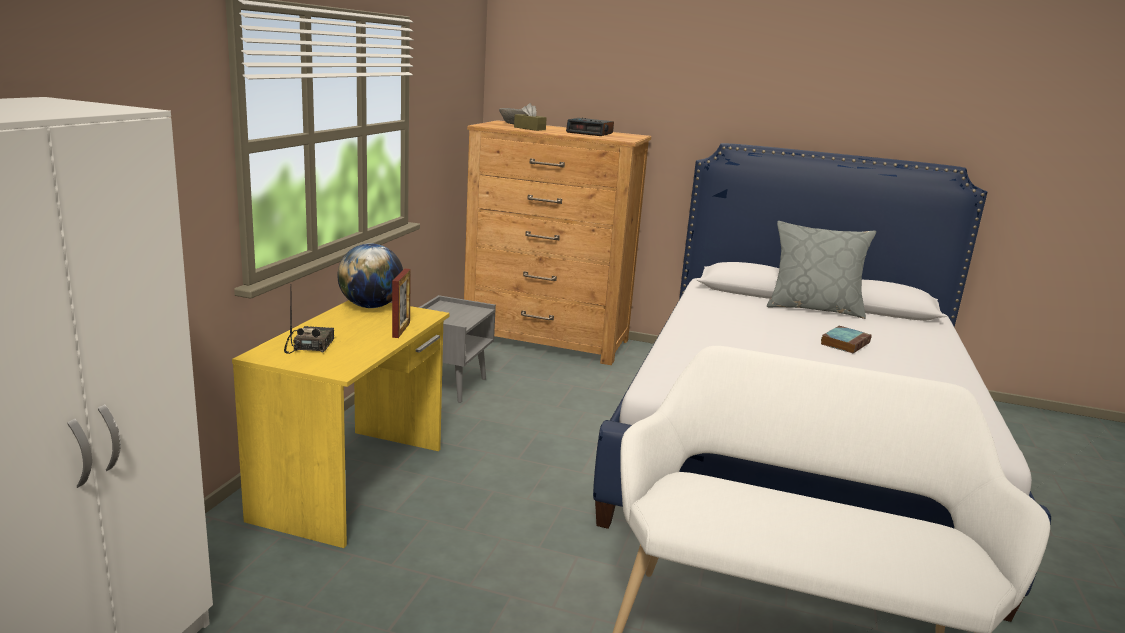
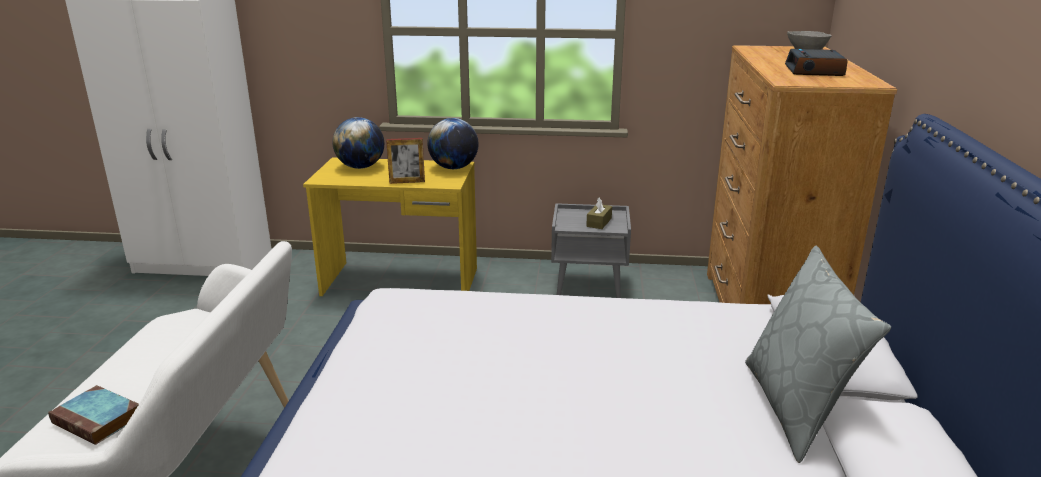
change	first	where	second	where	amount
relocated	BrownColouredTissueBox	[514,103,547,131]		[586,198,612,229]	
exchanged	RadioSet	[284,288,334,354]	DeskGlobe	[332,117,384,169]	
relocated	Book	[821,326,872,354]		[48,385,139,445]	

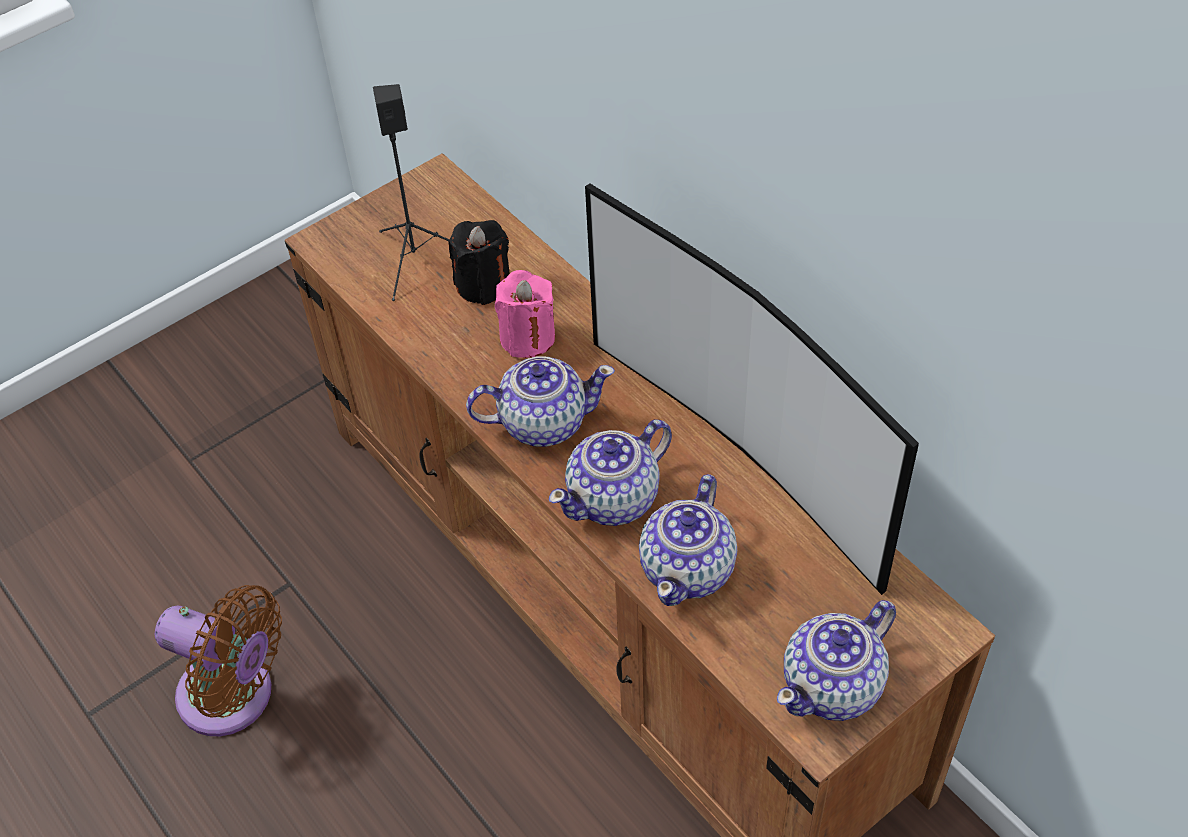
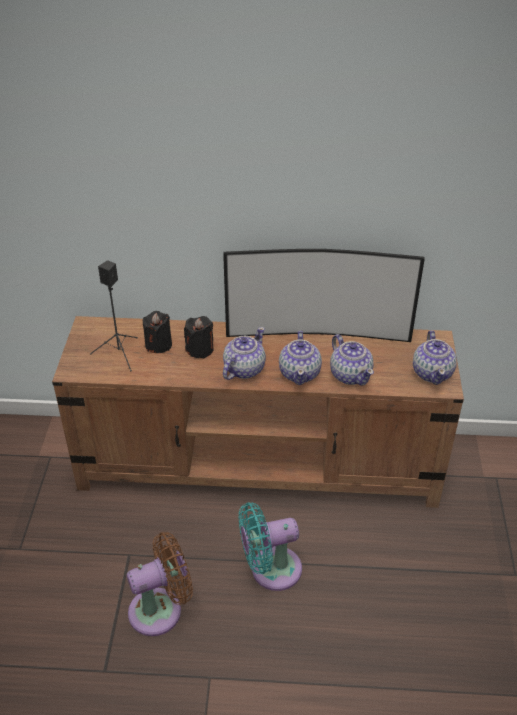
change	first	where	second	where	amount
colour	PinkWaxCandle	[495,270,555,358]	BlackColouredWaxCandle	[184,316,214,358]	
appeared			TurquoiseFan	[238,502,302,591]	

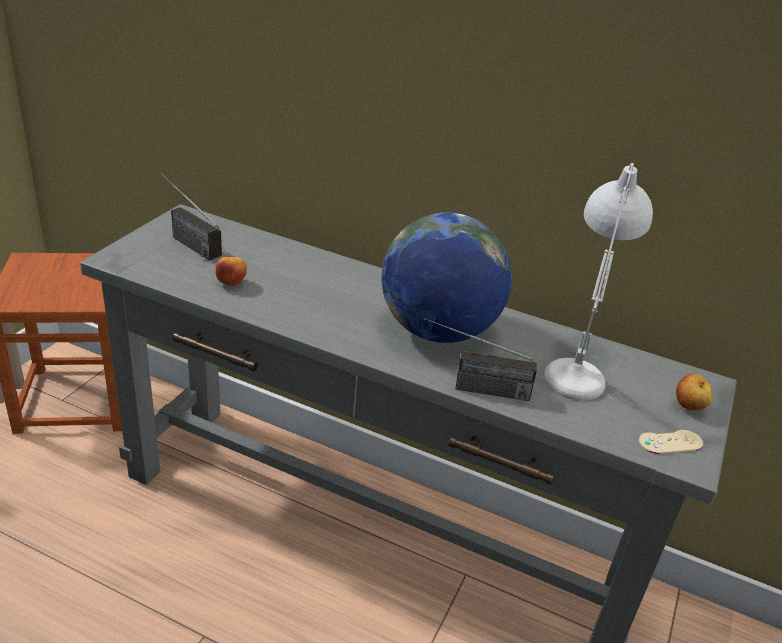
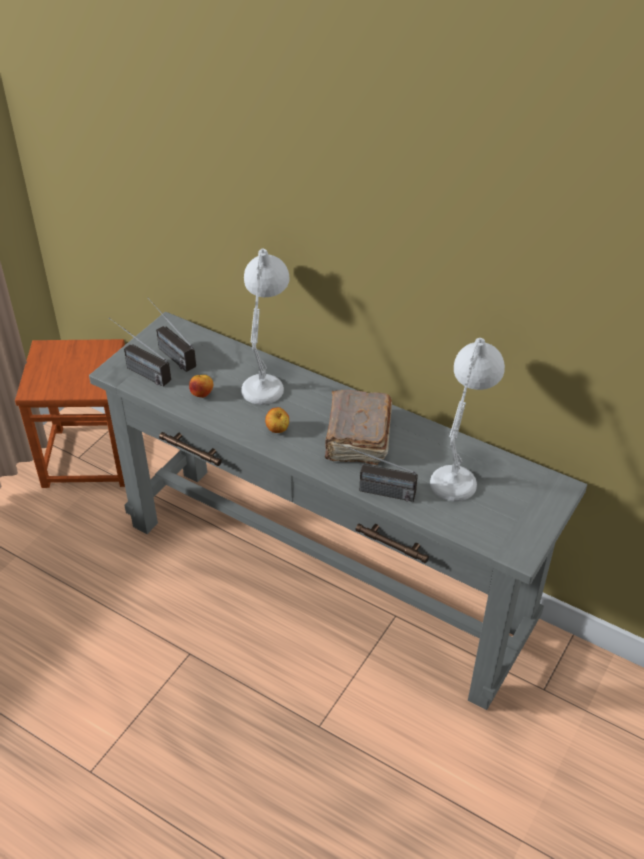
change	first	where	second	where	amount
exchanged	DeskGlobe	[382,213,512,343]	BrownColouredBook	[325,390,392,465]	
relocated	WholeApple	[676,374,713,410]		[265,407,289,433]	
missing	SandColouredJoypad	[639,430,703,454]			
appeared			WhiteTabletopLamp	[241,248,290,405]	
appeared			RadioSet	[109,318,171,387]	

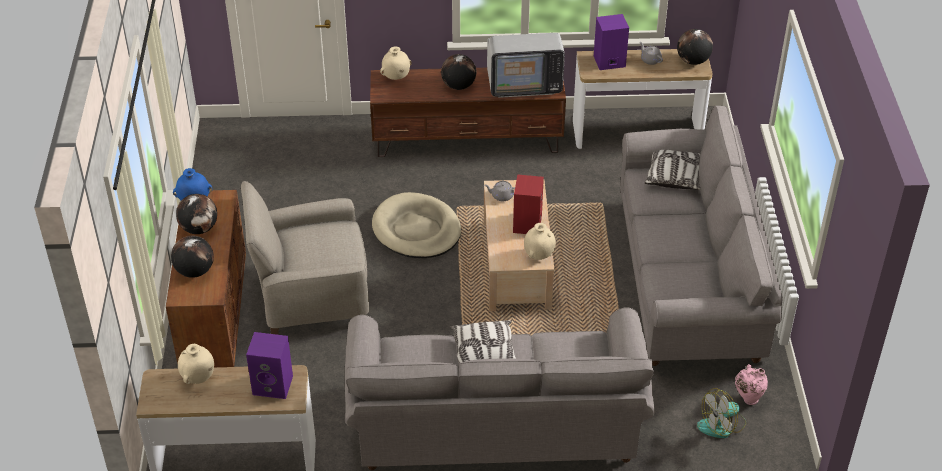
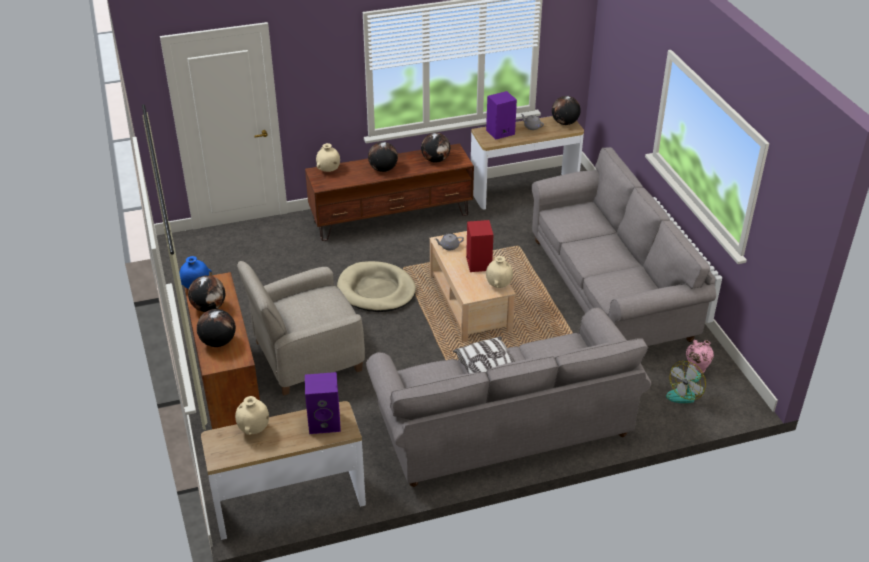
change	first	where	second	where	amount
exchanged	Television	[487,33,565,98]	DeskGlobe	[421,133,450,163]	
missing	Cushion	[644,150,701,190]			

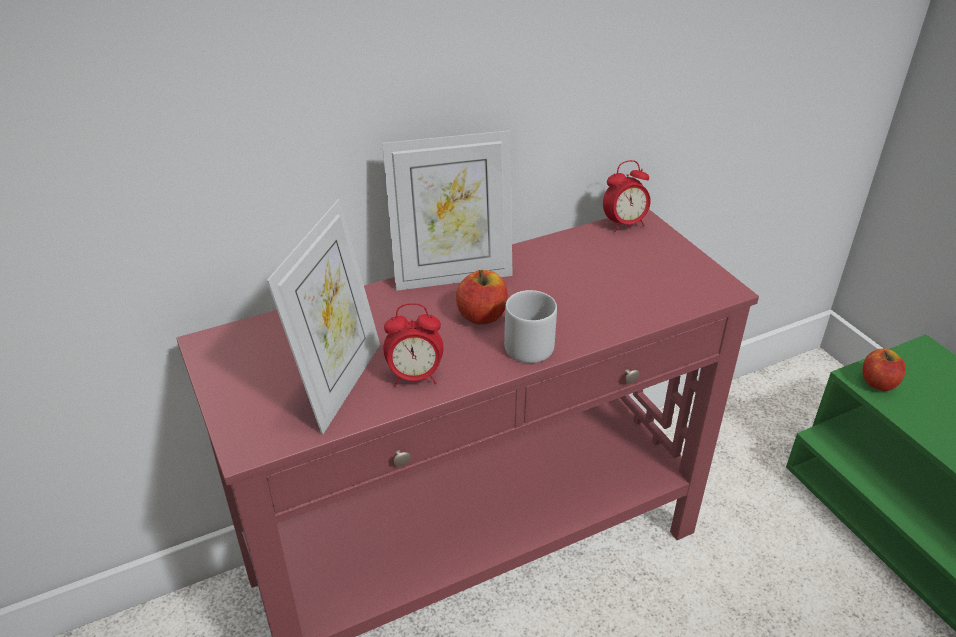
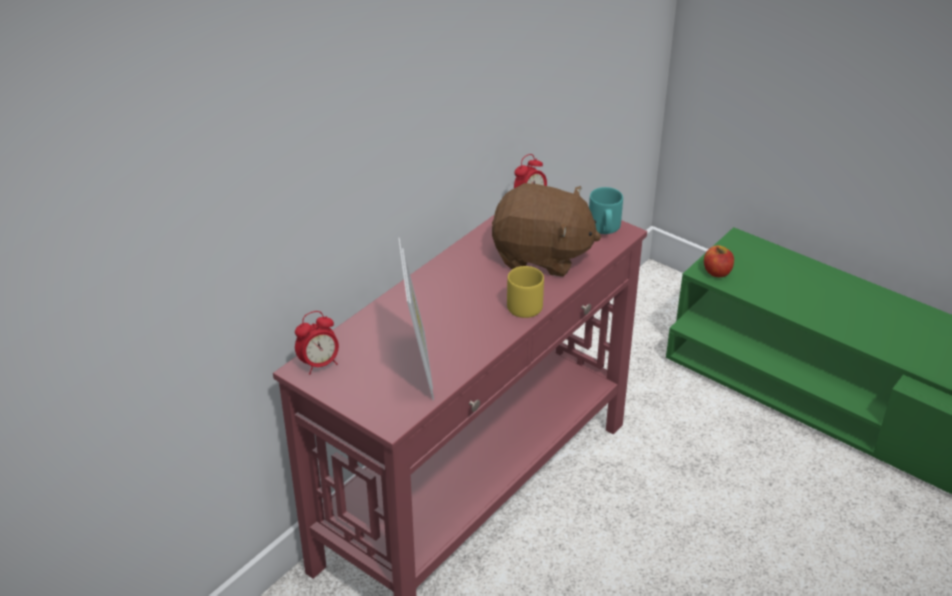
change	first	where	second	where	amount
missing	PhotoFrame	[382,130,513,291]			
missing	WholeApple	[456,270,508,325]			
colour	GrayMug	[504,290,557,363]	YellowMug	[507,266,544,318]	
relocated	BedsideClock	[383,303,443,387]		[295,311,339,374]	
appeared			BrownColouredPlushToy	[492,183,601,277]	
appeared			TurquoiseMug	[589,187,623,234]	

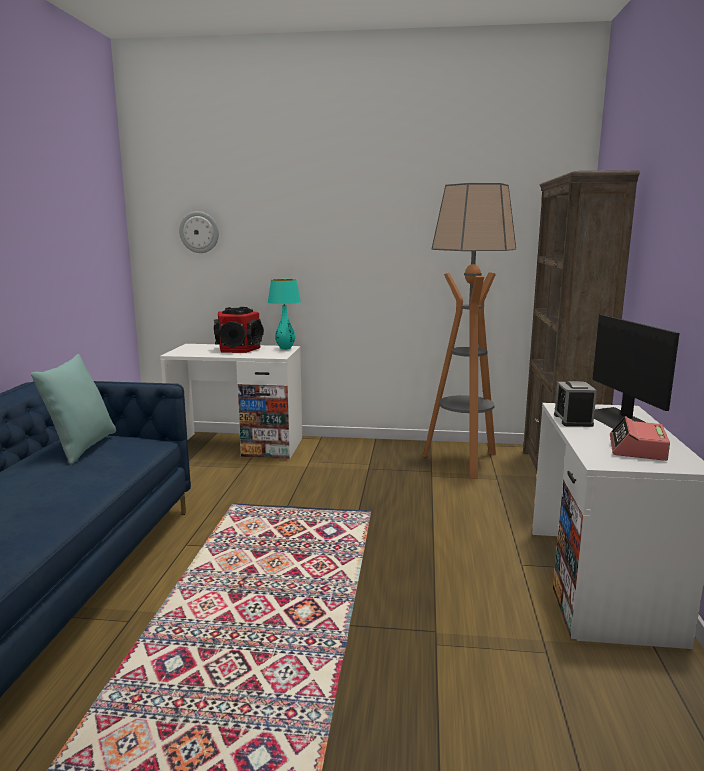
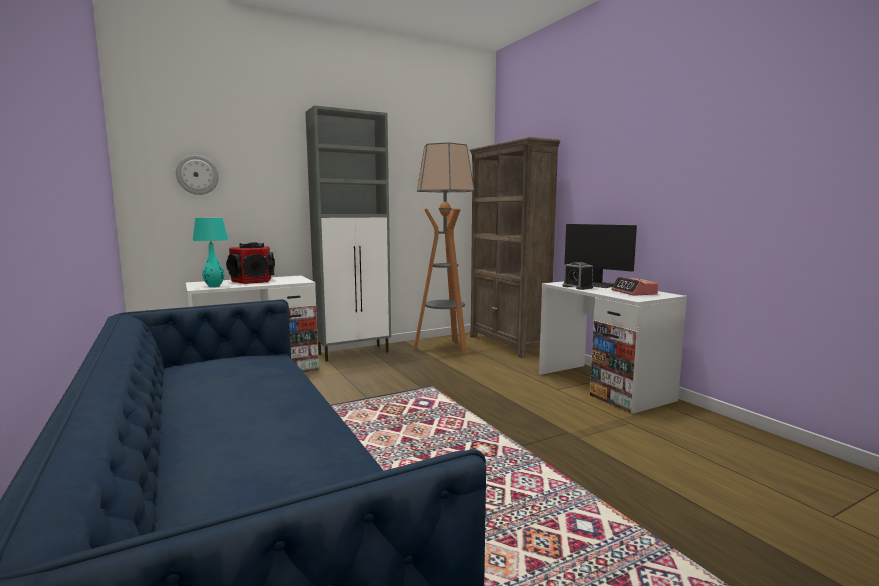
change	first	where	second	where	amount
relocated	TurquoiseTabletopLamp	[268,279,301,350]		[192,218,229,287]	
missing	TurquoiseCushion	[31,354,116,465]			
appeared			GrayStorageCabinet	[305,105,391,361]	

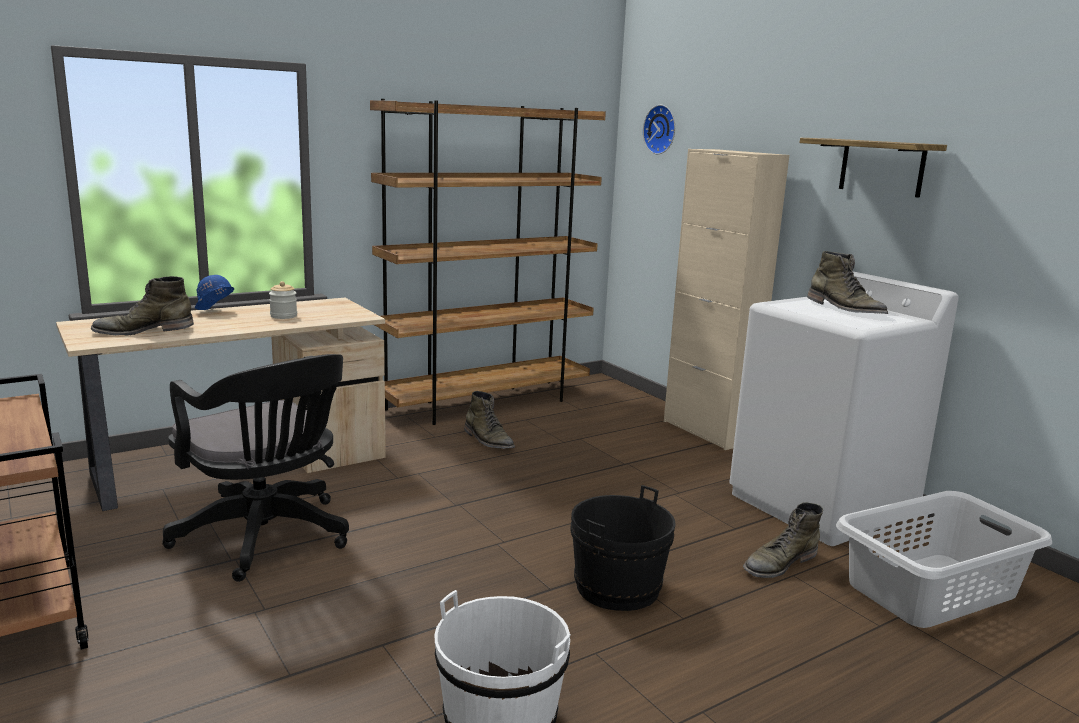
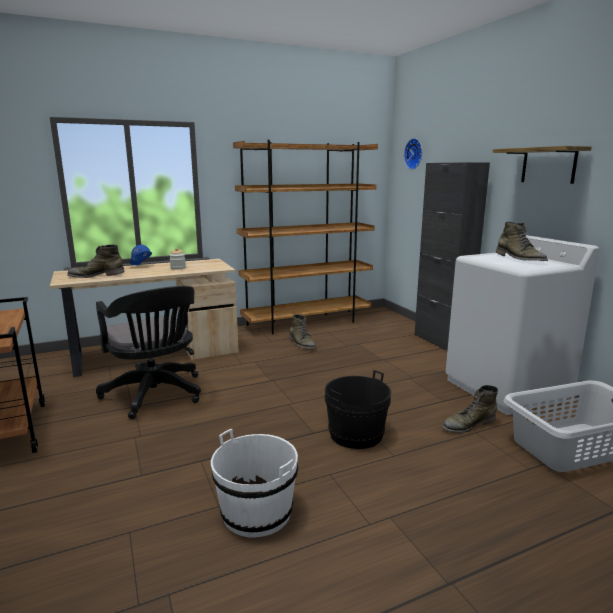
change	first	where	second	where	amount
colour	SandColouredStorageCabinet	[664,149,789,450]	BlackColouredStorageCabinet	[414,162,490,350]	

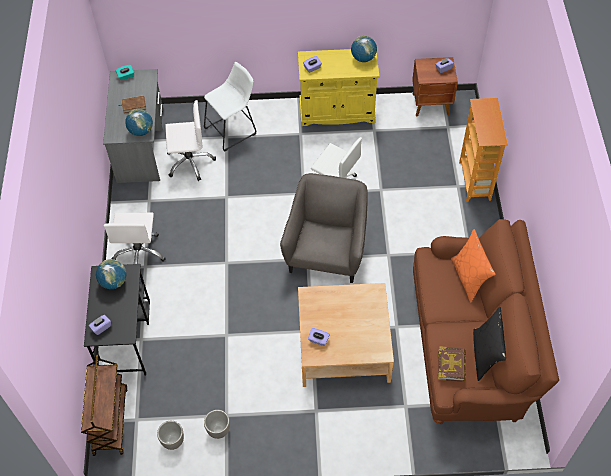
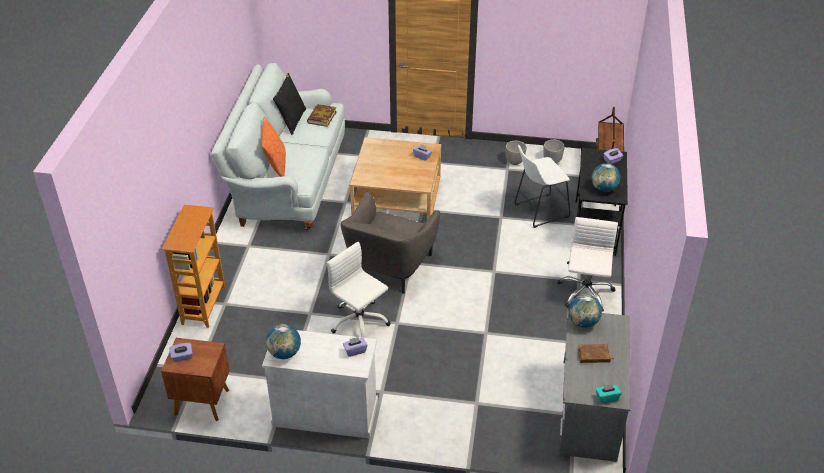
change	first	where	second	where	amount
colour	YellowStorageCabinet	[298,49,380,126]	WhiteStorageCabinet	[262,330,378,439]	
relocated	WhiteStoolSeat	[204,62,256,151]		[514,145,570,228]	
missing	WhiteOfficeChair	[165,100,216,181]			
colour	BrownColouredCouch	[413,219,559,424]	WhiteCouch	[211,63,345,231]	

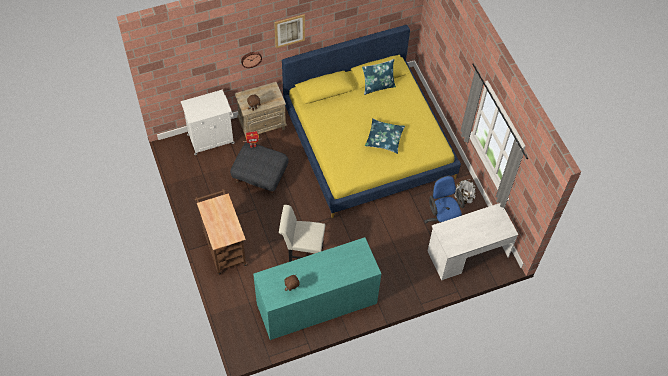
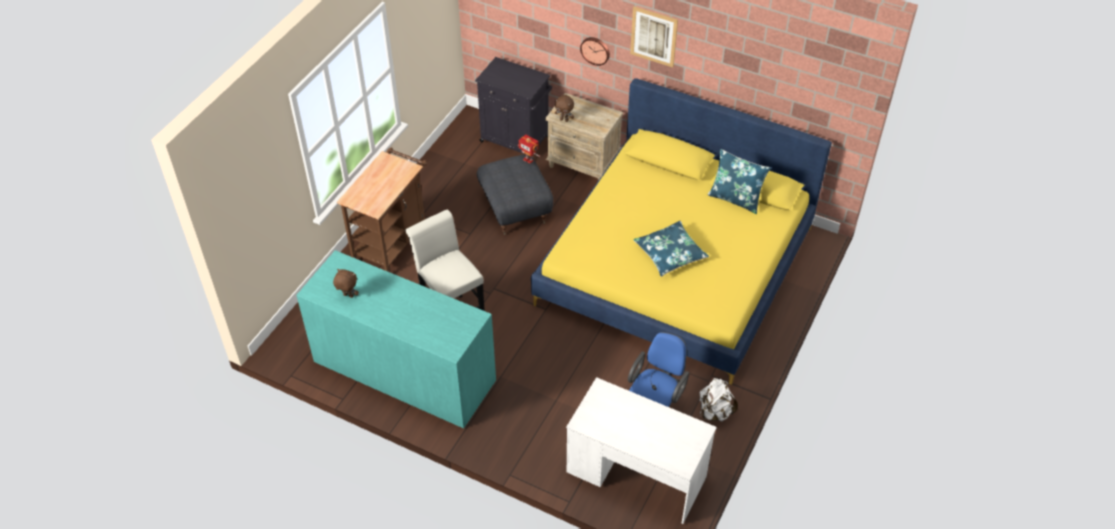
change	first	where	second	where	amount
colour	WhiteStorageCabinet	[181,90,235,155]	BlackColouredStorageCabinet	[475,57,552,157]	

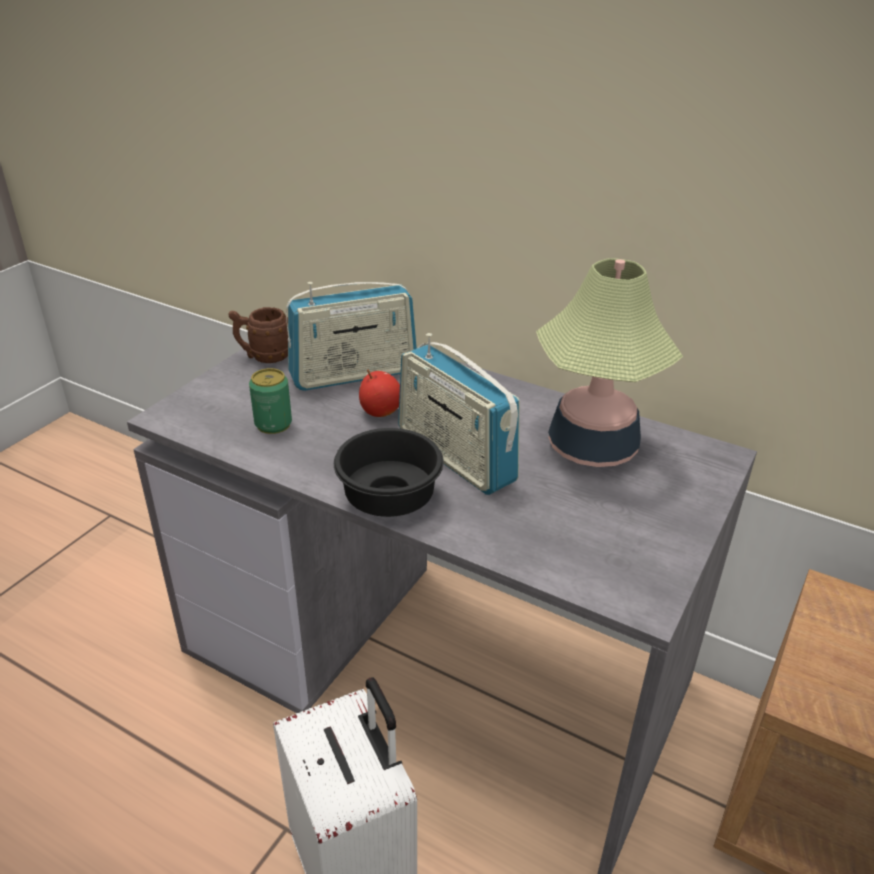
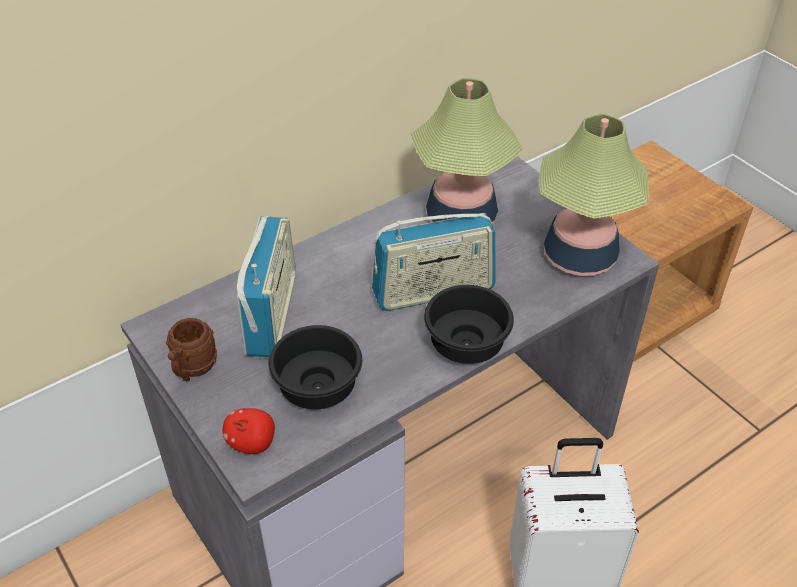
change	first	where	second	where	amount
exchanged	MetalCan	[249,368,292,434]	BlackColouredBowl	[268,325,362,409]	
relocated	WholeApple	[359,369,400,417]		[223,408,275,454]	
appeared			TabletopLamp	[539,114,649,276]	

